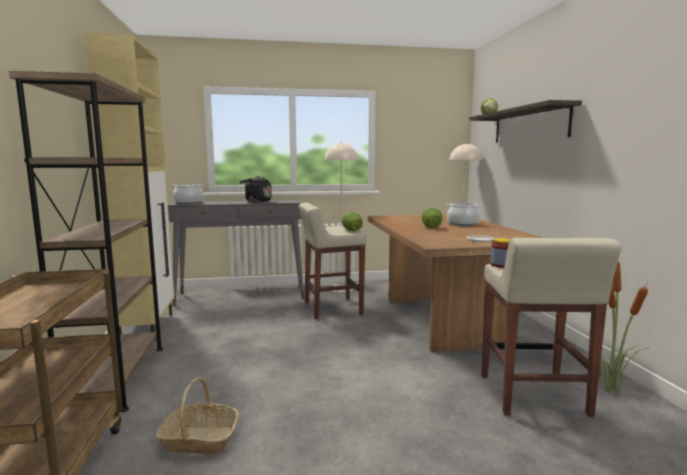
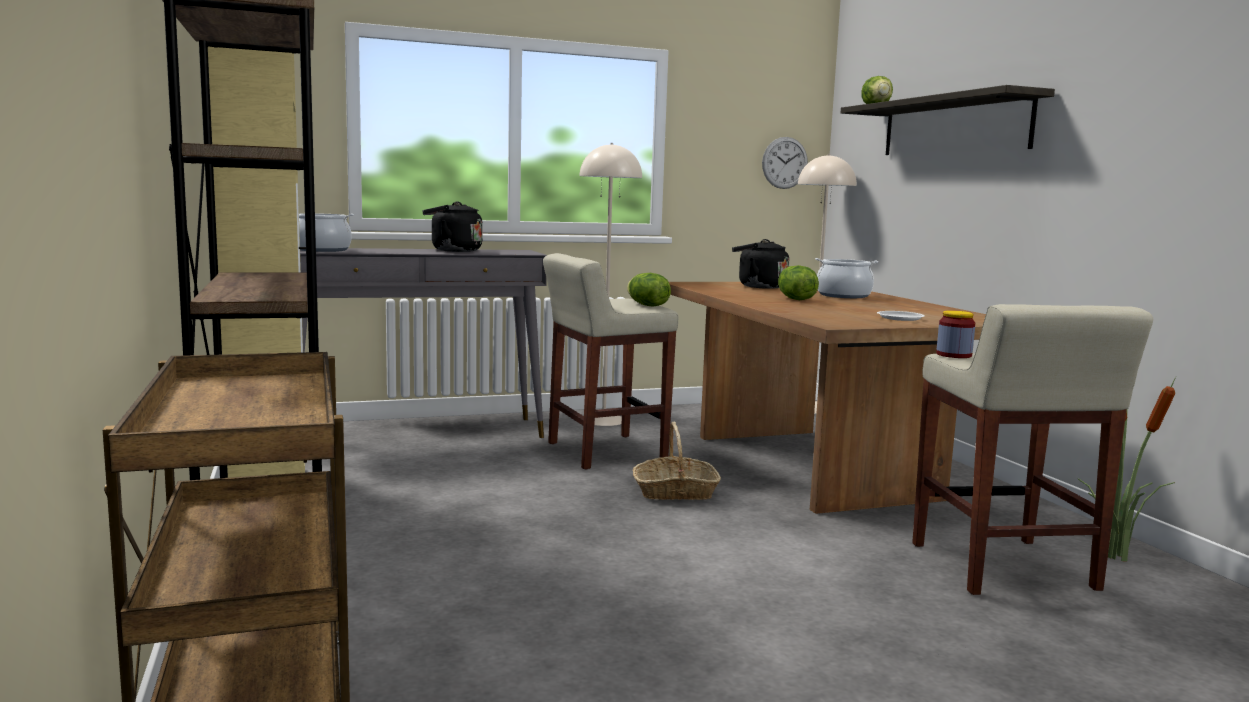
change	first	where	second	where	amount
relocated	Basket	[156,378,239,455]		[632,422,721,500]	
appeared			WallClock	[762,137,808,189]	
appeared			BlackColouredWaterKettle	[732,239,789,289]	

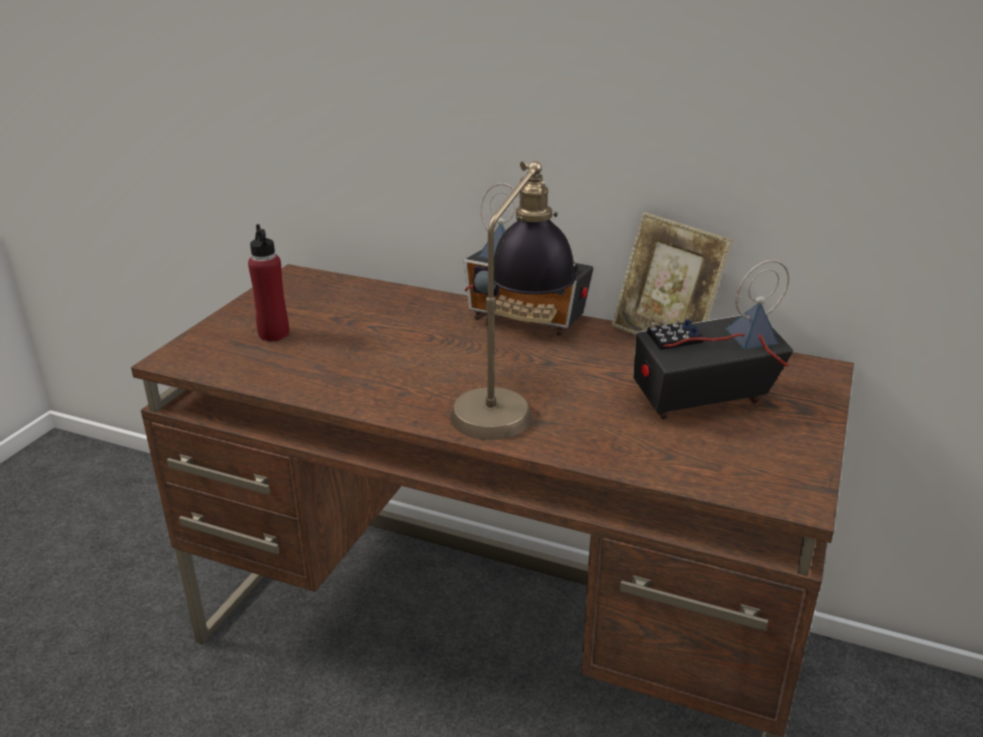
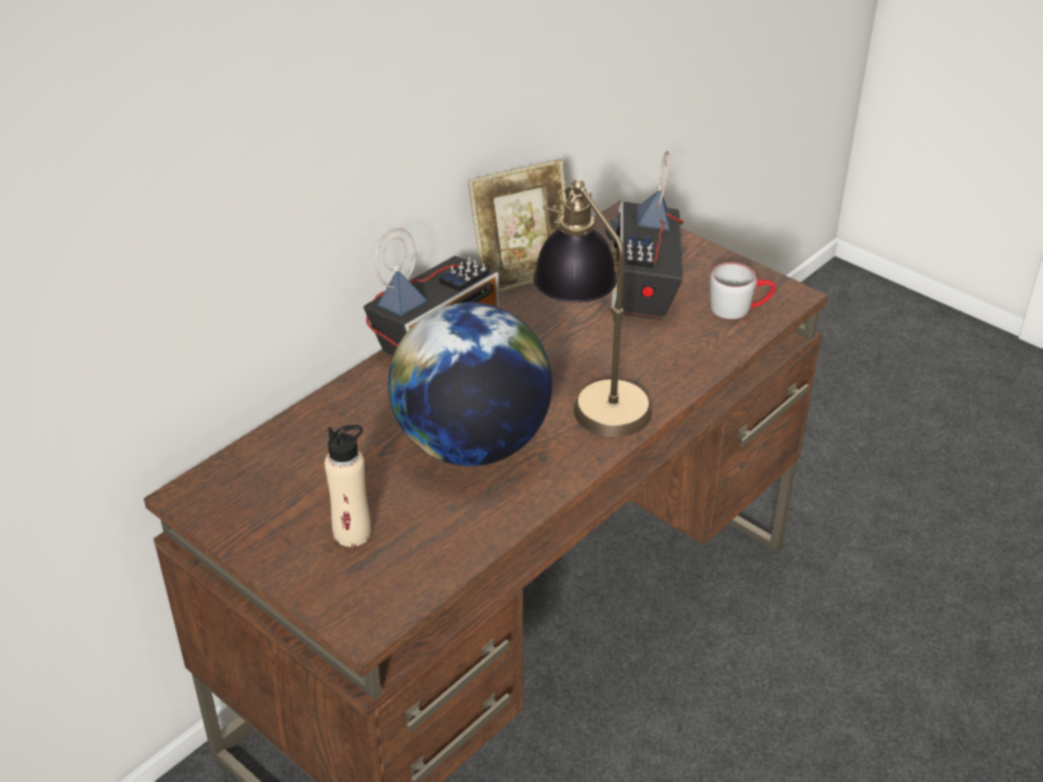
change	first	where	second	where	amount
colour	ReddishBeverageBottle	[248,224,289,341]	SandColouredBeverageBottle	[324,425,371,547]	
appeared			GrayMug	[710,263,776,319]	
appeared			DeskGlobe	[388,302,552,466]	

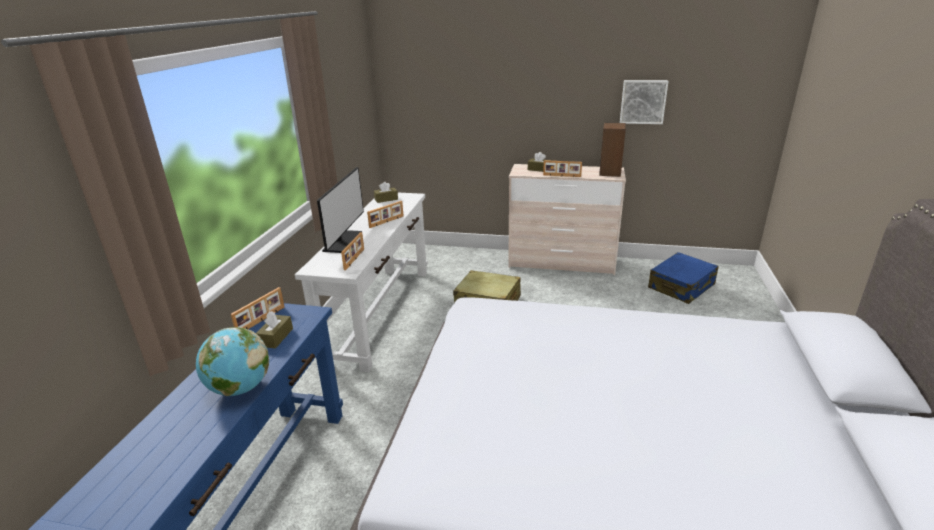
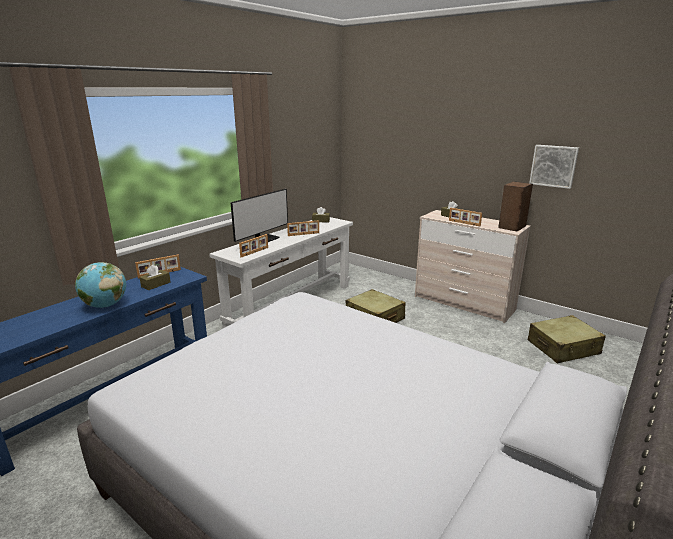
change	first	where	second	where	amount
colour	BlueTravelCase	[648,252,719,304]	SandColouredTravelCase	[528,315,606,363]	

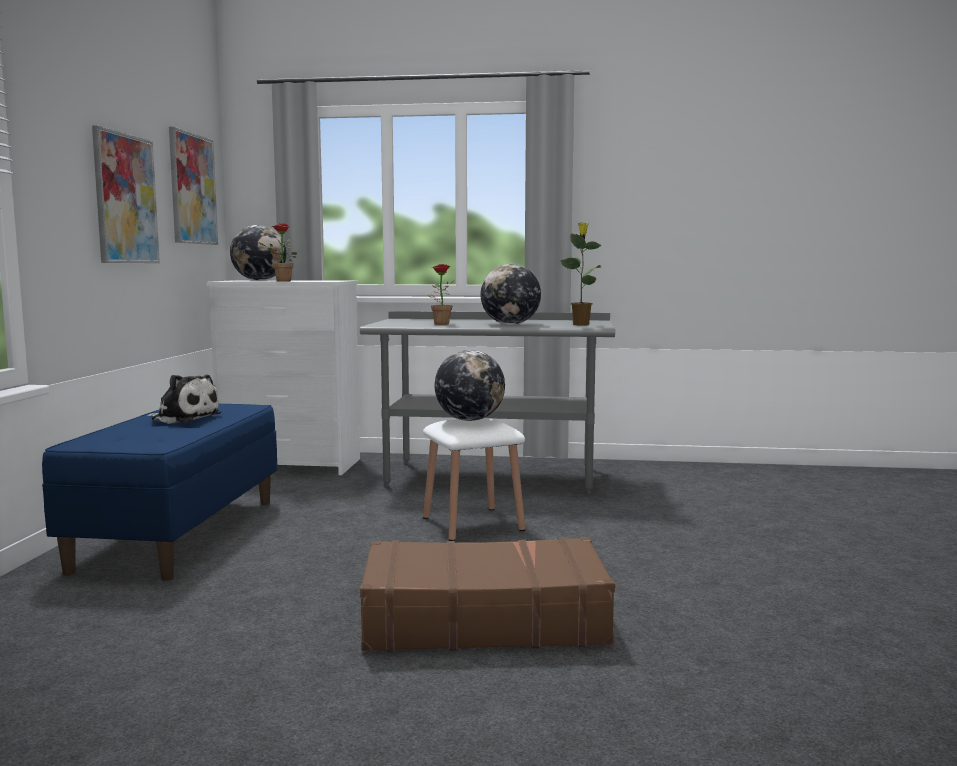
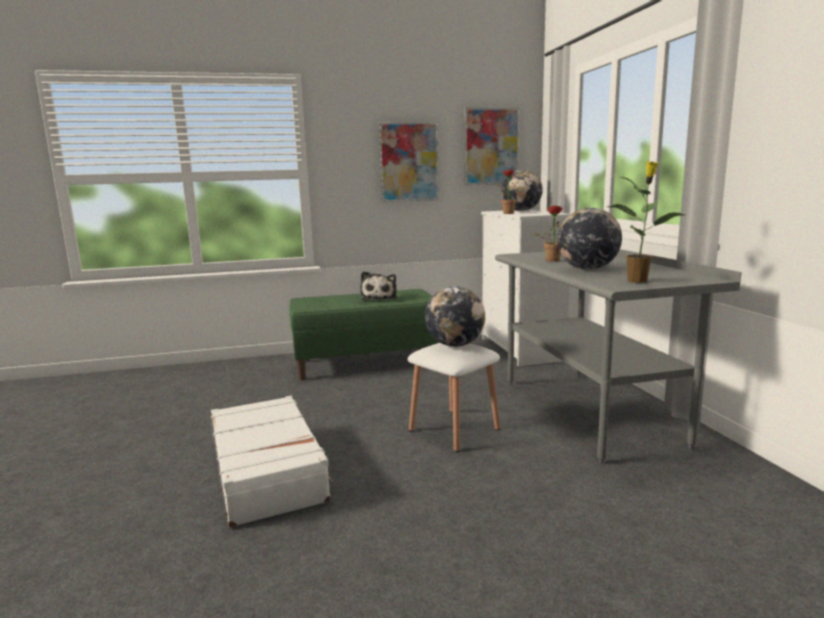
change	first	where	second	where	amount
colour	BlueIndoorBench	[42,404,277,581]	GreenColouredIndoorBench	[289,289,440,380]	
colour	BrownColouredTravelCase	[360,537,615,652]	WhiteTravelCase	[211,396,334,528]	

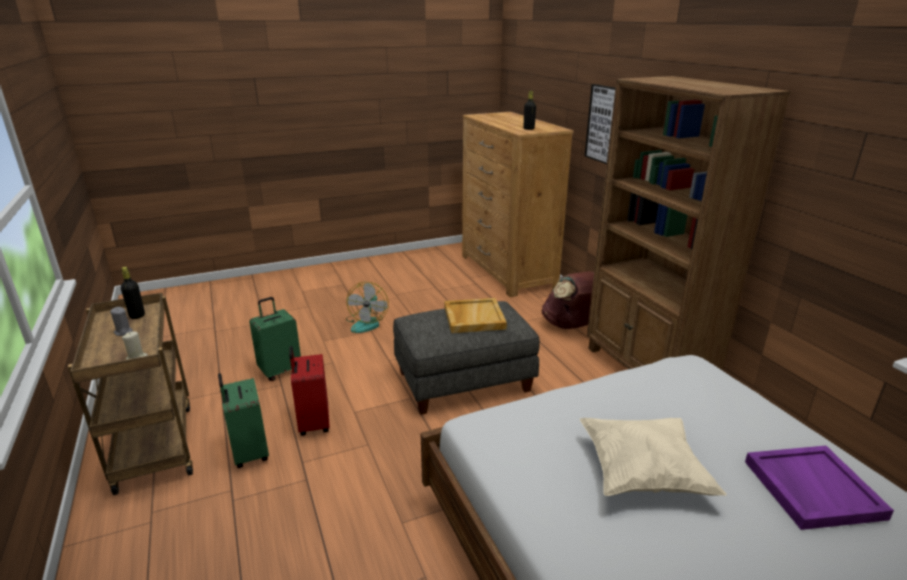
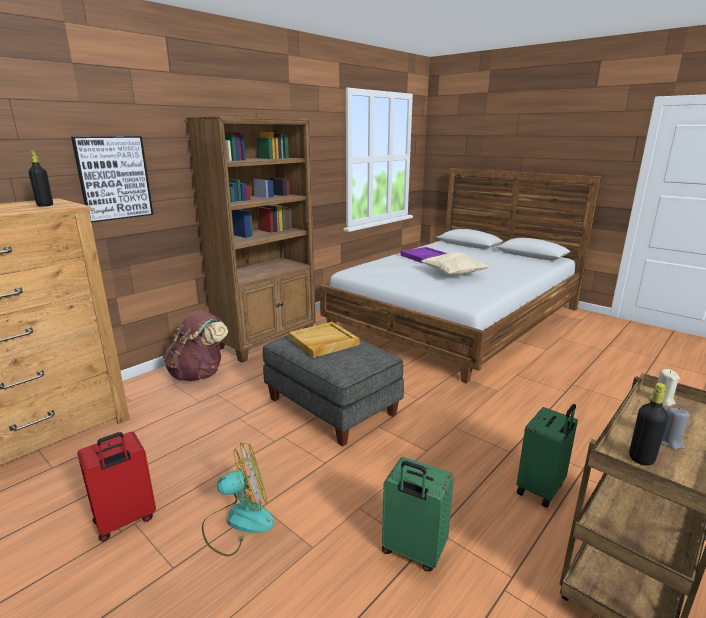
change	first	where	second	where	amount
relocated	ReddishTravelCase	[289,346,330,436]		[77,432,156,542]	

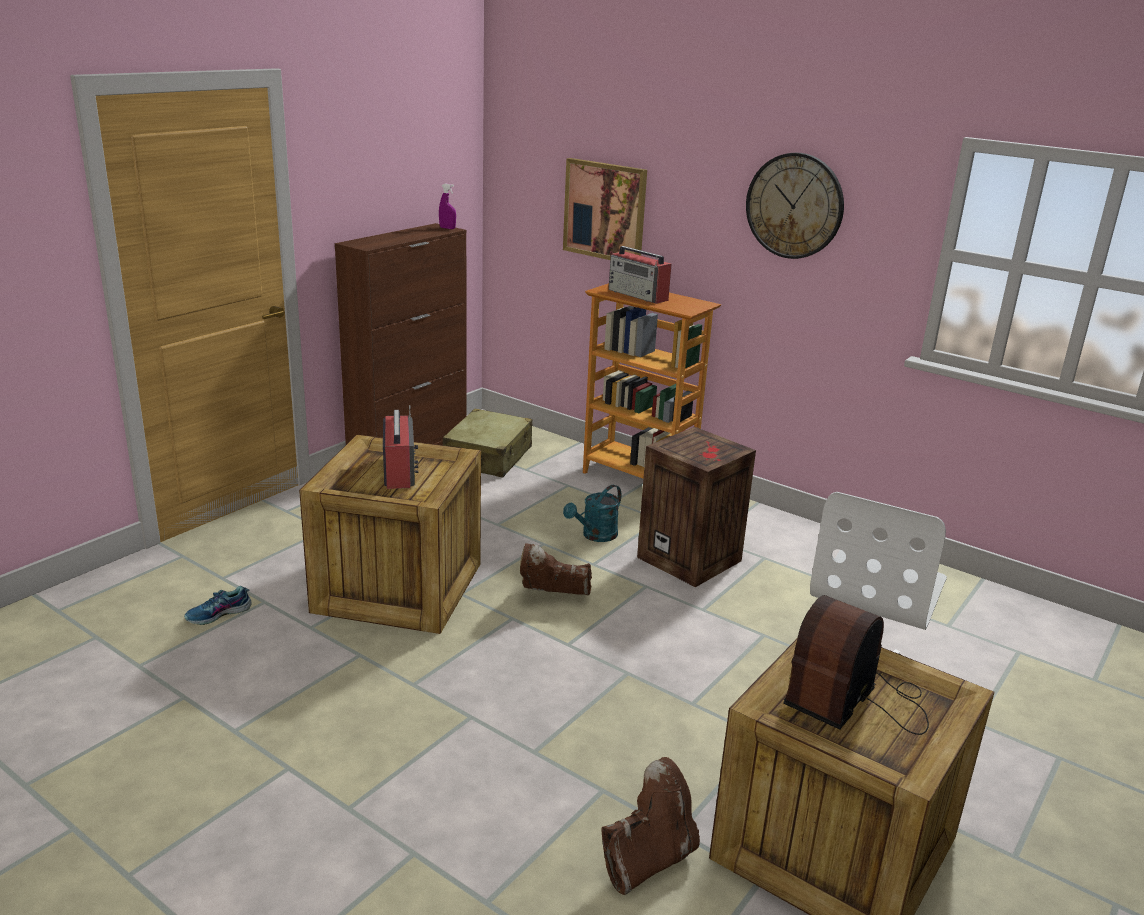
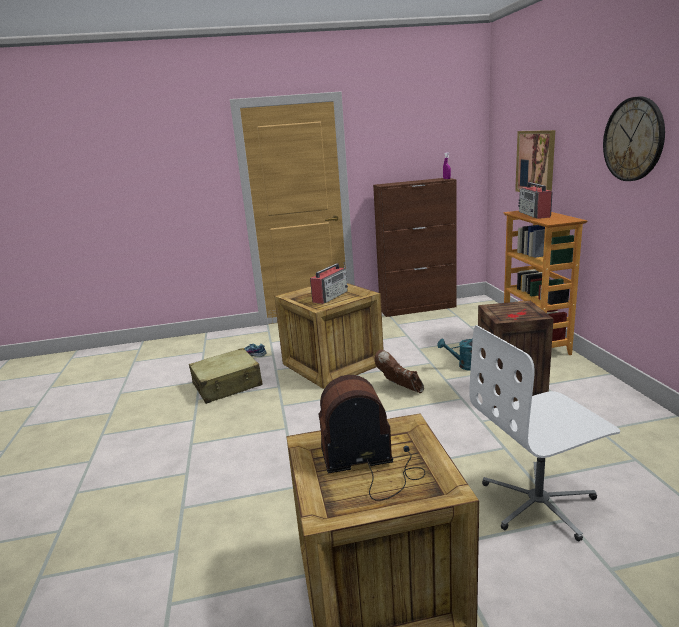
change	first	where	second	where	amount
relocated	SandColouredTravelCase	[443,409,532,478]		[189,348,263,404]	
missing	BrownColouredTallBoot	[601,757,700,895]			

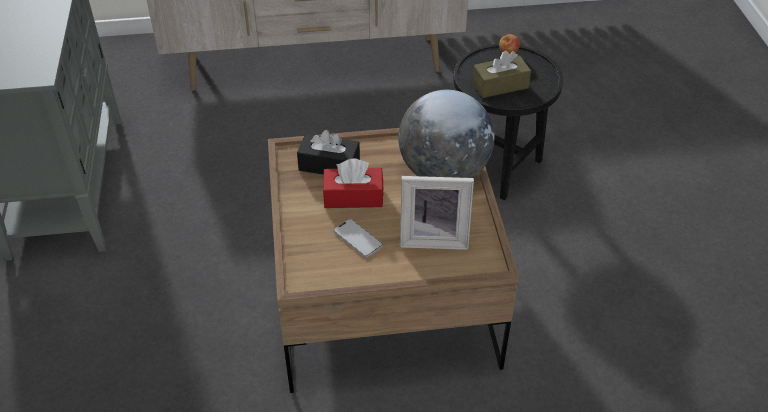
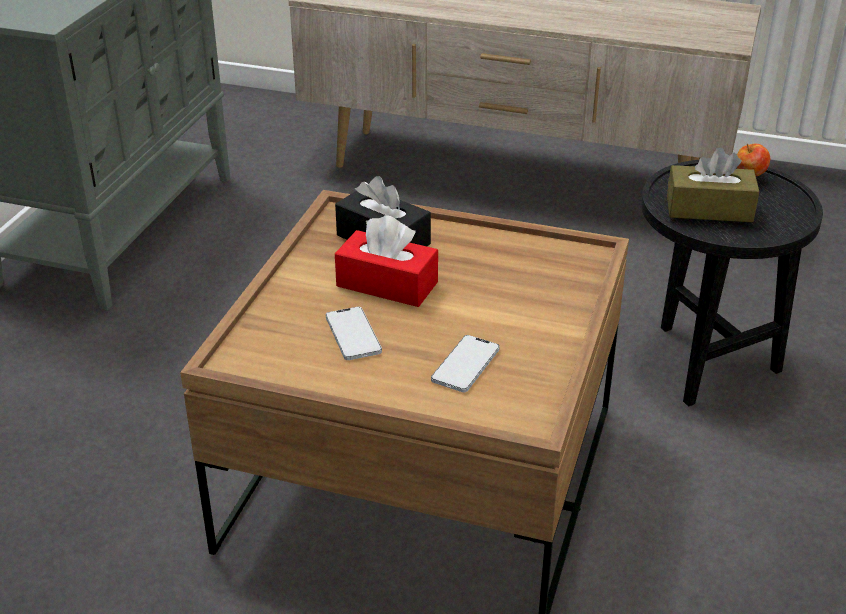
change	first	where	second	where	amount
missing	DeskGlobe	[398,90,495,178]			
exchanged	PhotoFrame	[400,176,474,250]	Telephone	[431,335,500,392]	

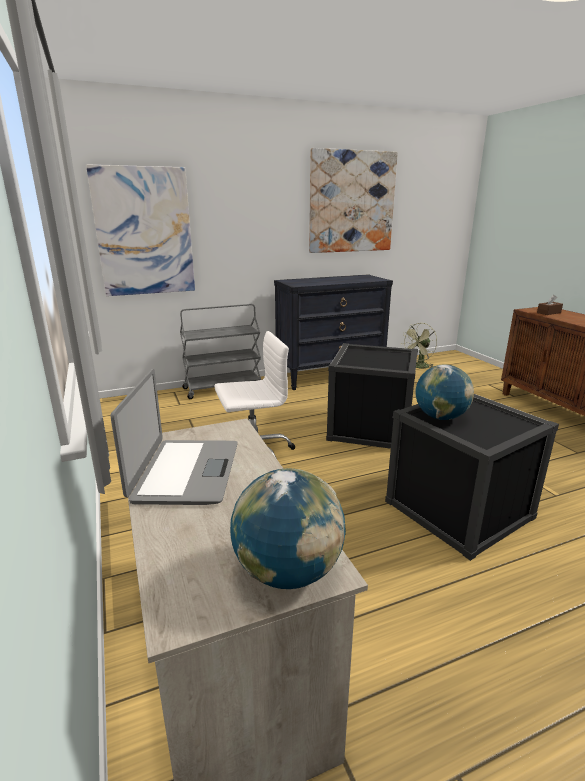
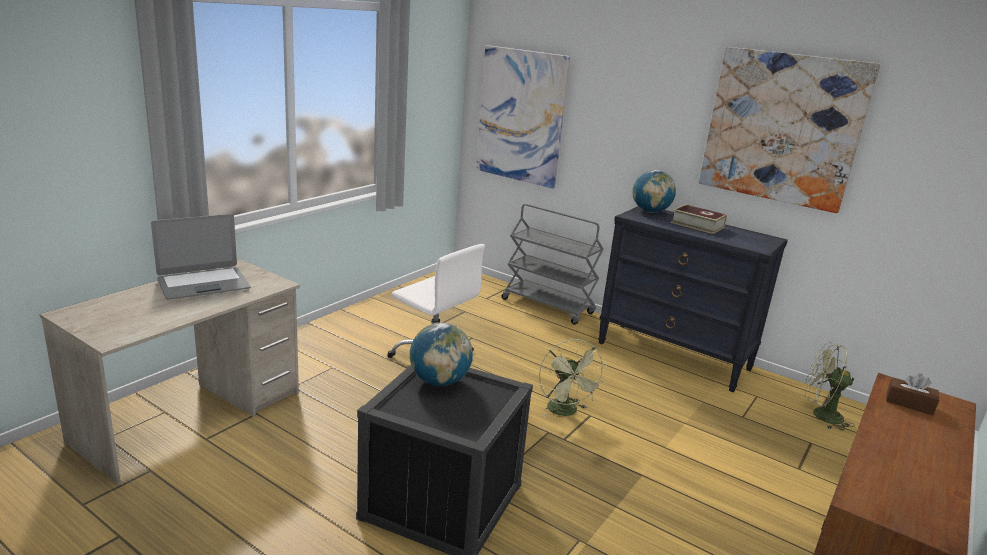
change	first	where	second	where	amount
exchanged	BlackColouredStorageContainer	[326,343,418,449]	GreenColouredFan	[539,339,607,418]	
relocated	DeskGlobe	[230,468,346,589]		[632,170,676,213]	
appeared			Book	[671,204,727,234]	

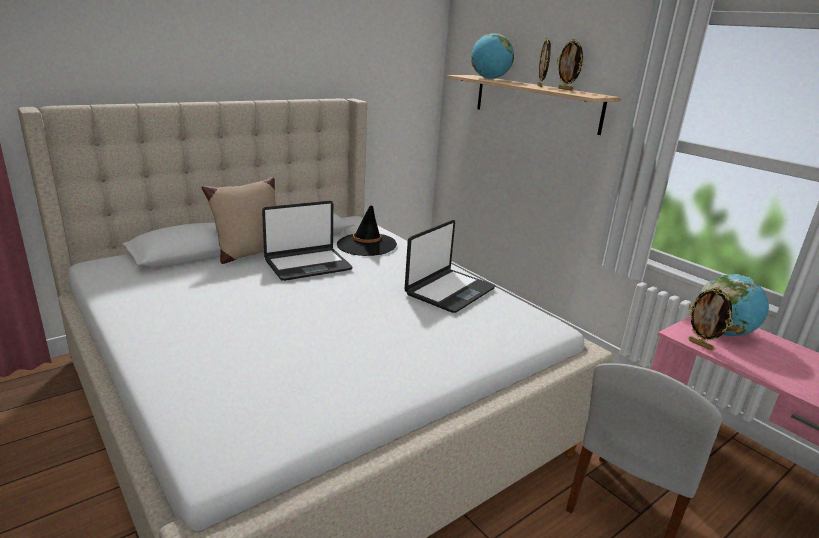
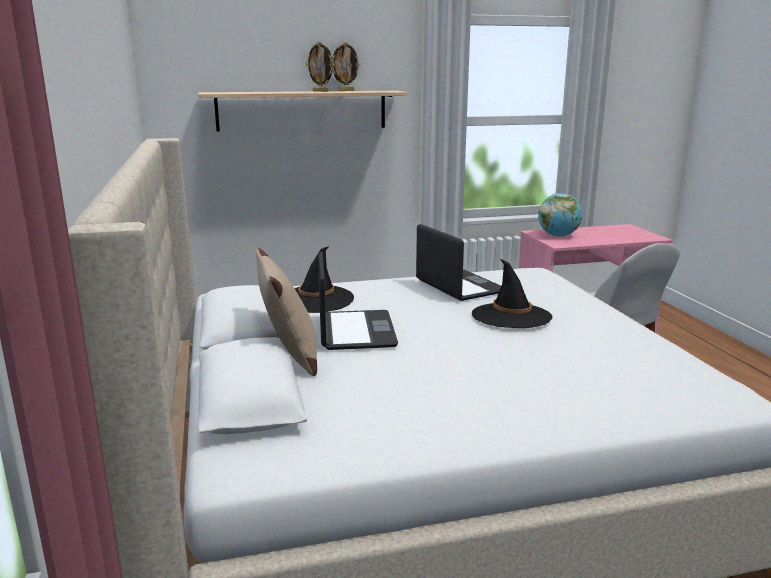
change	first	where	second	where	amount
missing	DeskGlobe	[471,33,514,79]			
missing	PhotoFrame	[688,287,733,350]			
appeared			BlackColouredClothingHat	[472,259,553,328]	

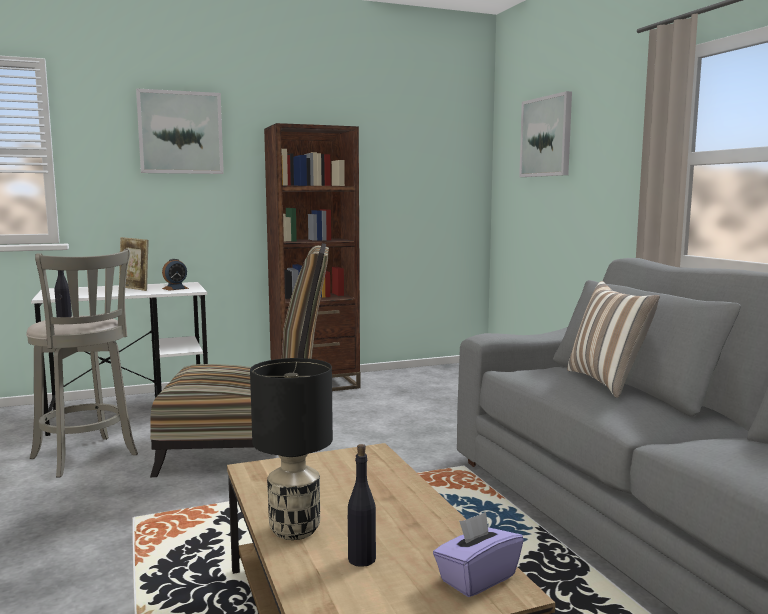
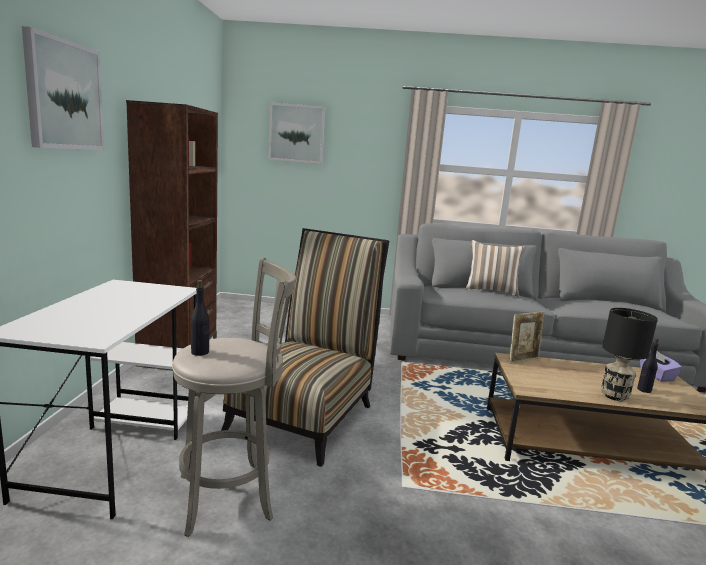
change	first	where	second	where	amount
relocated	PhotoFrame	[119,237,149,291]		[509,312,544,364]	
missing	BedsideClock	[162,259,189,291]			

